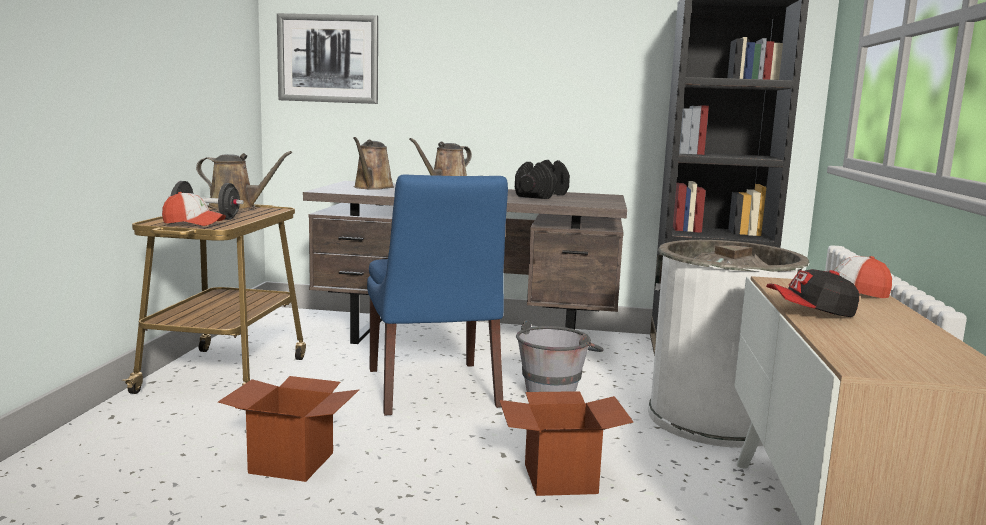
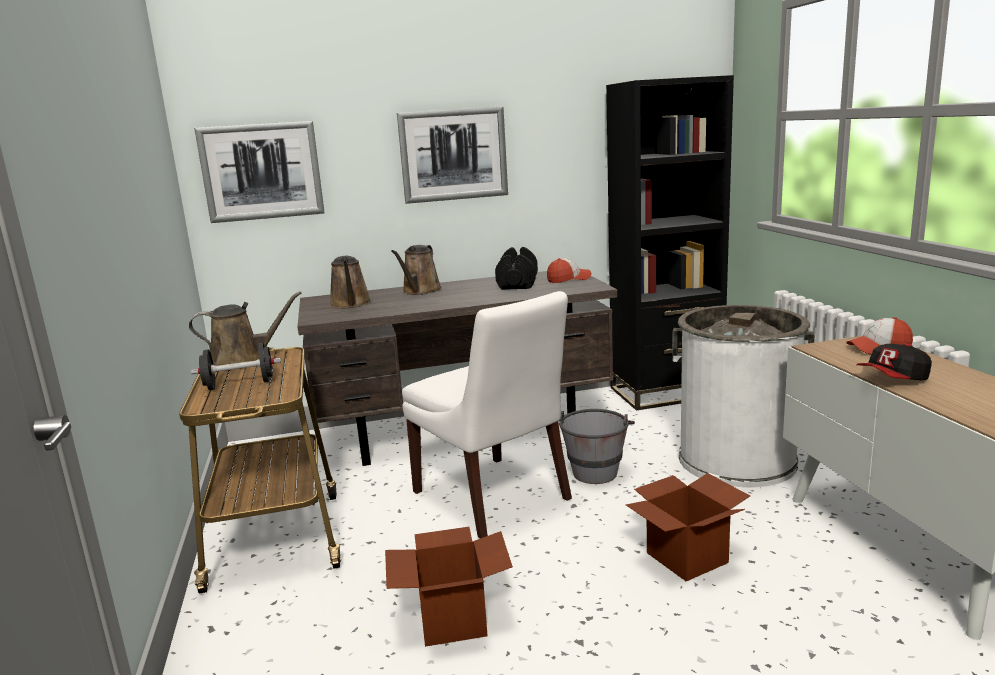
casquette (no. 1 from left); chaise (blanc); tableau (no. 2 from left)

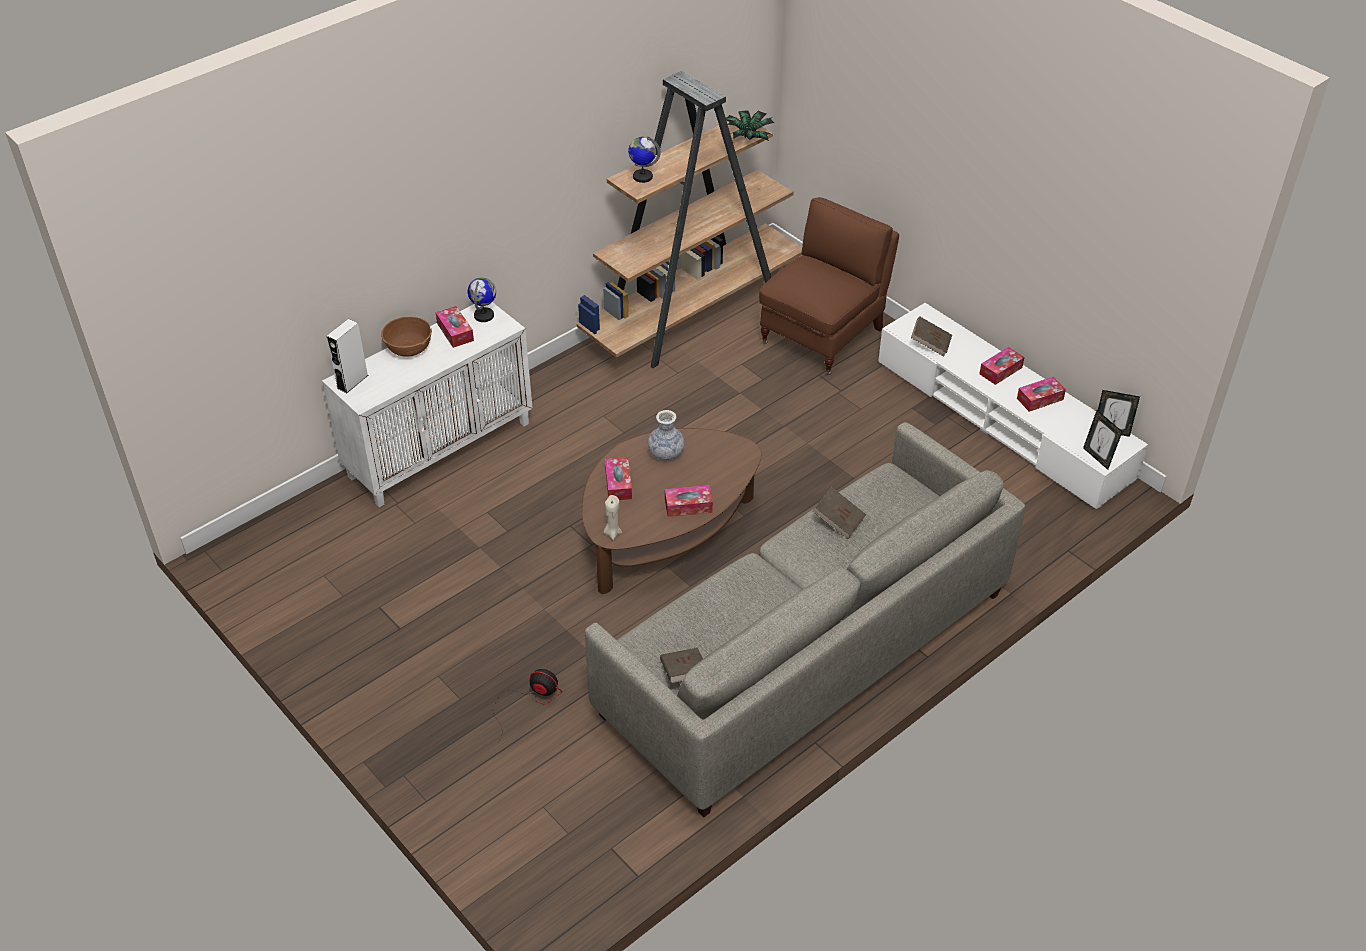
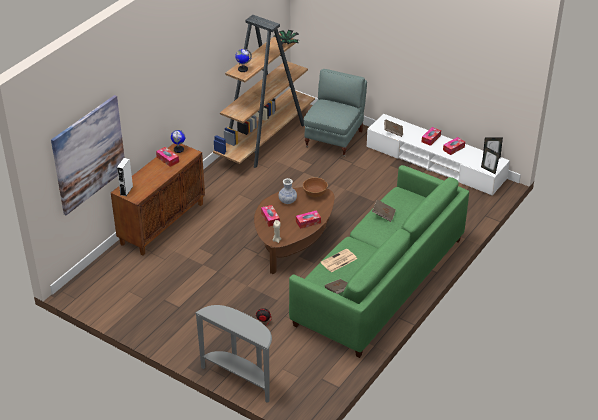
meuble de rangement (marron); bol (marron); canapé (vert); fauteuil (gris); tableau; table console (gris); journal

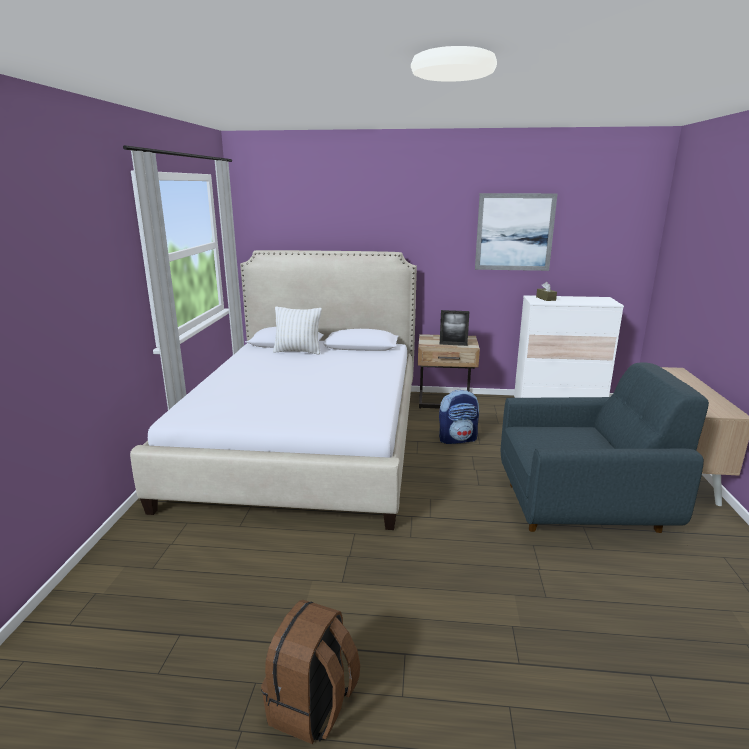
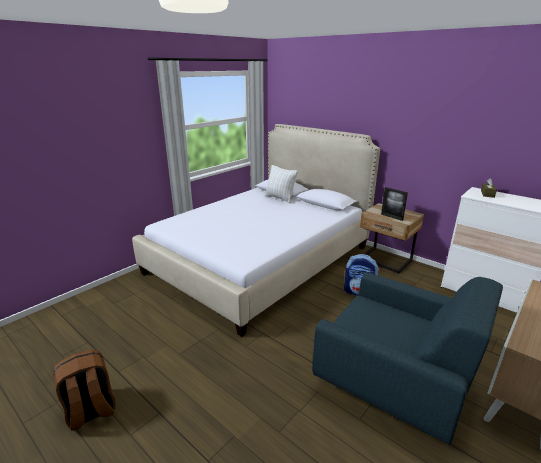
tableau

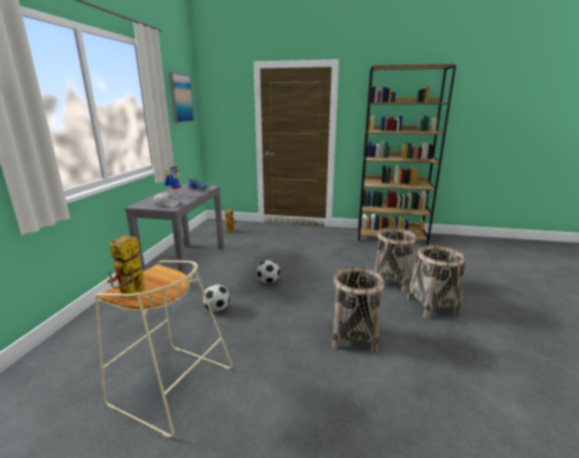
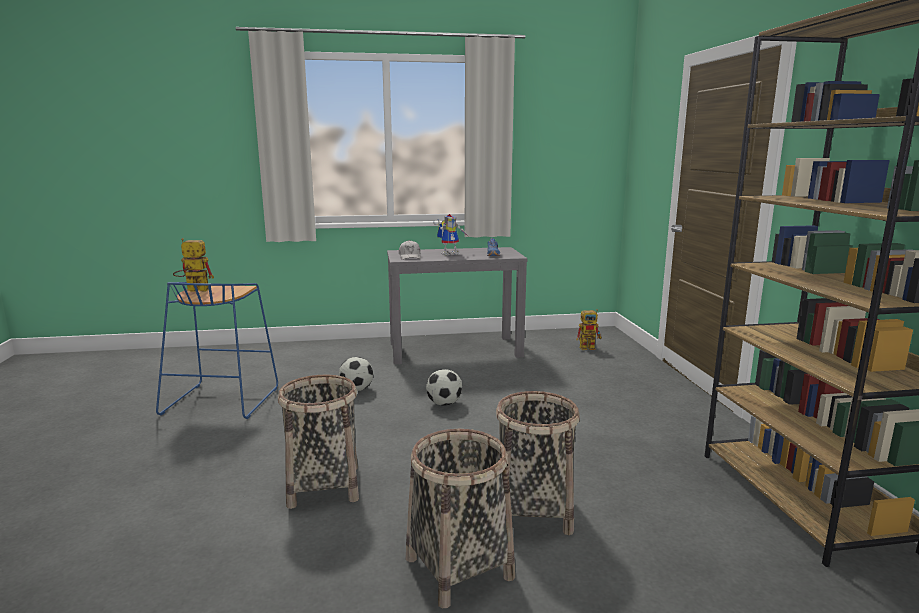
tabouret (bleu); tableau

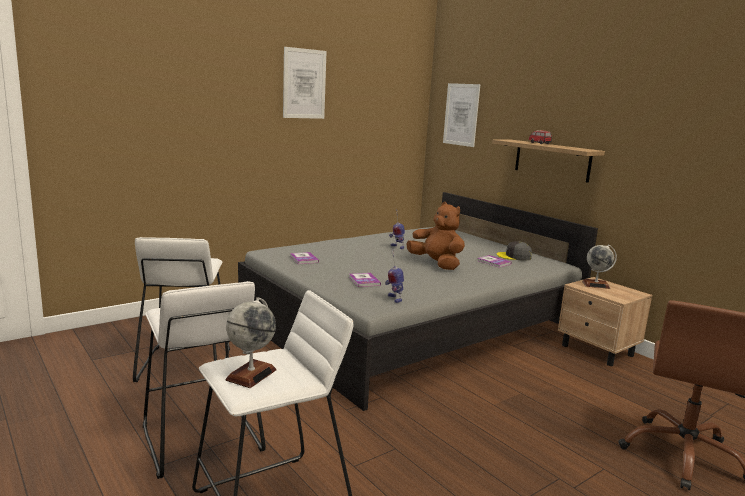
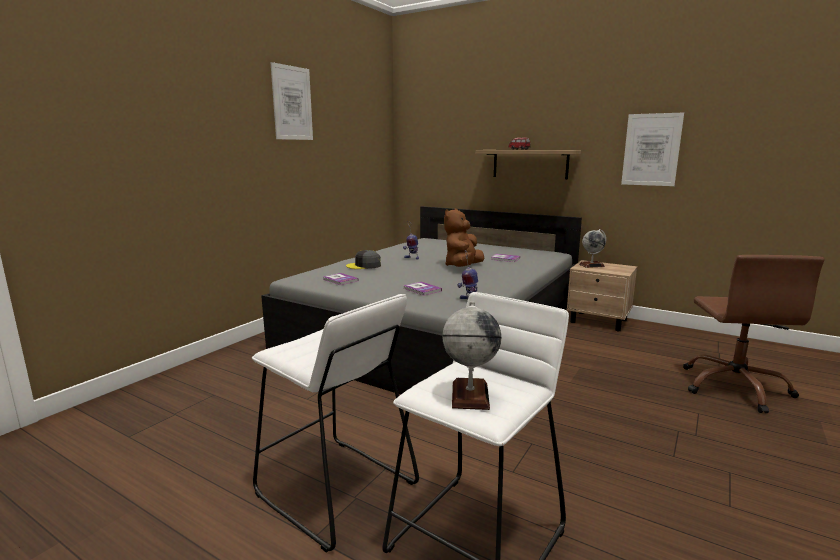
tabouret (blanc) (no. 1 from left in the first image); peluche (marron); tableau (no. 2 from left); casquette (gris)

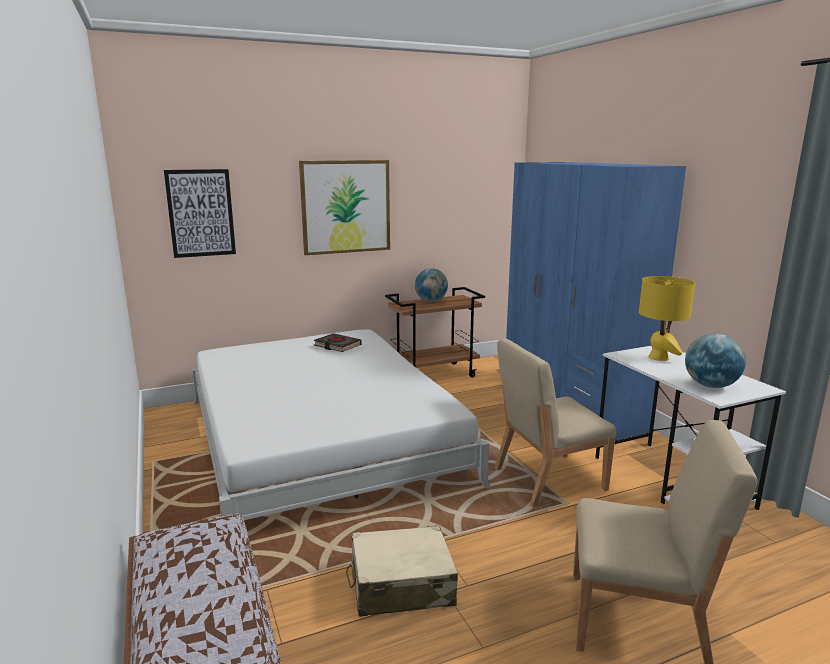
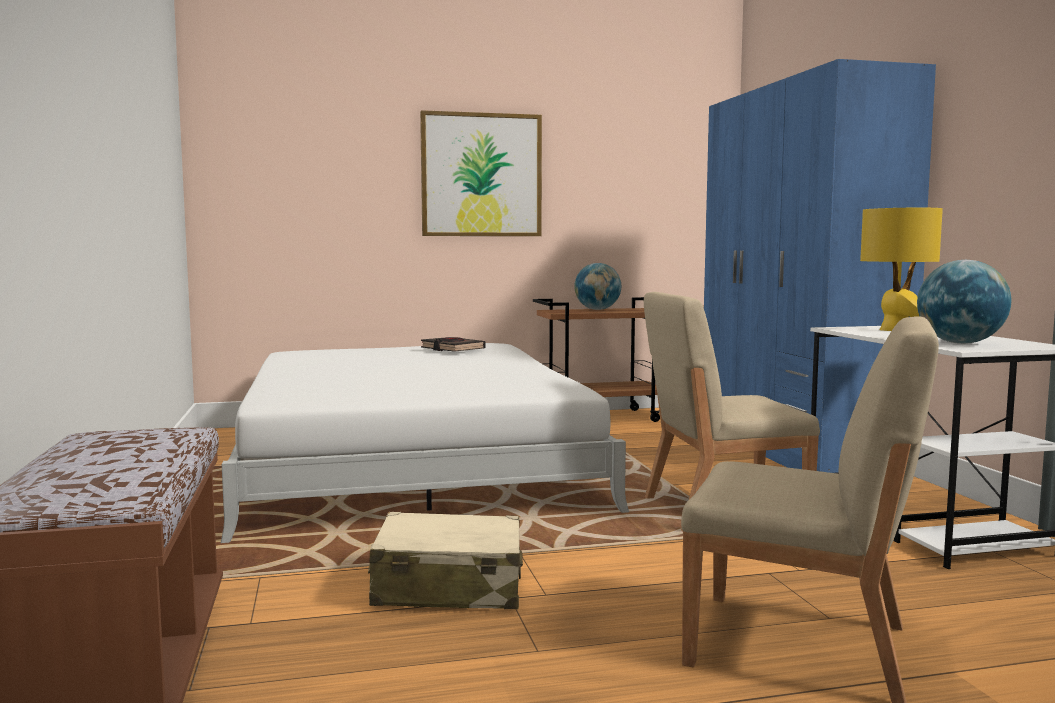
tableau (no. 1 from left in the first image)

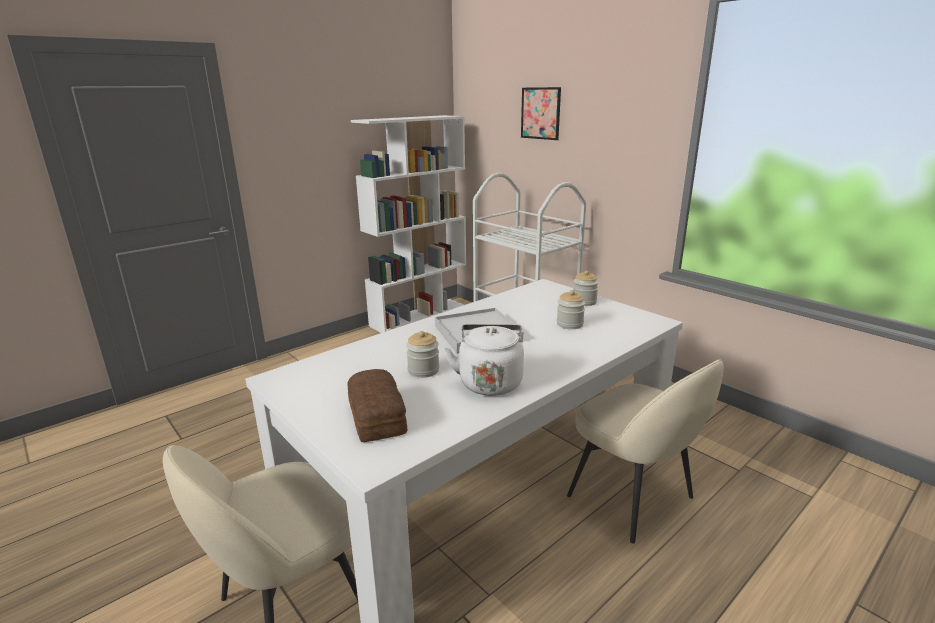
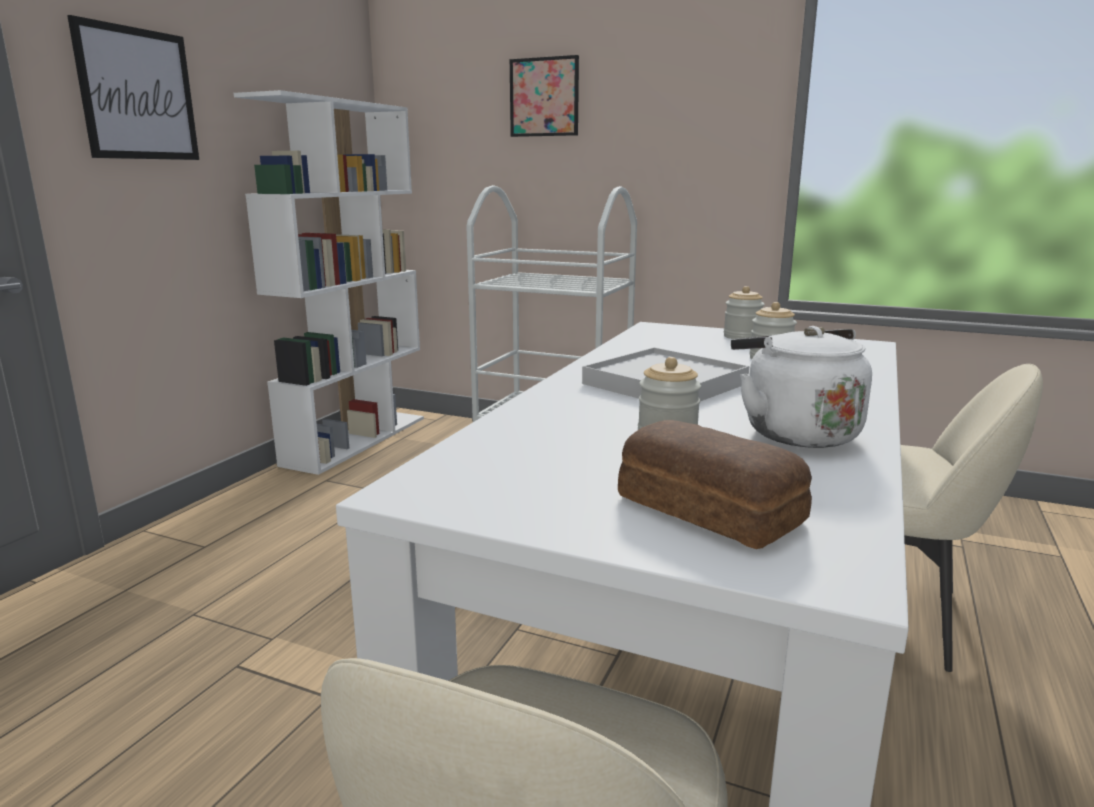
tableau (no. 1 from left)

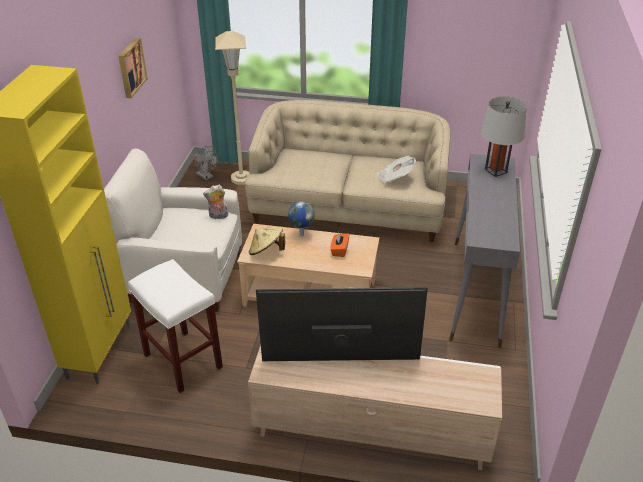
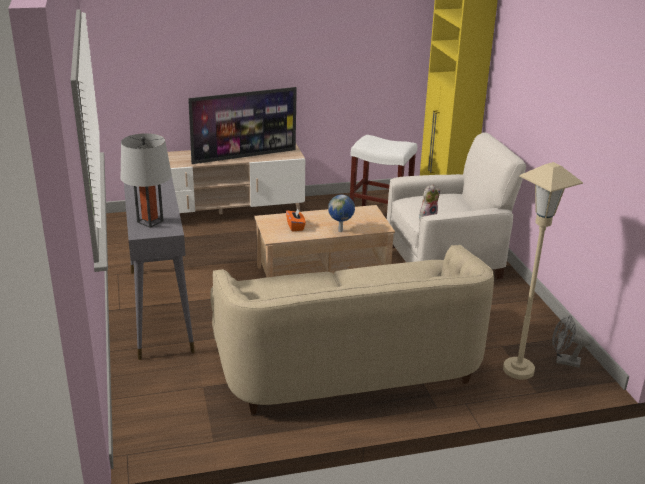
tableau; chapeau (beige); journal

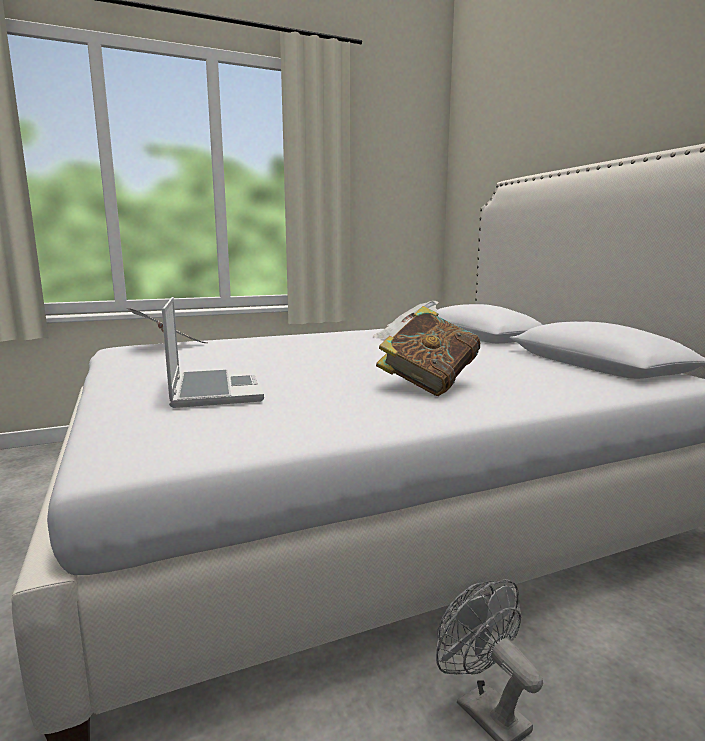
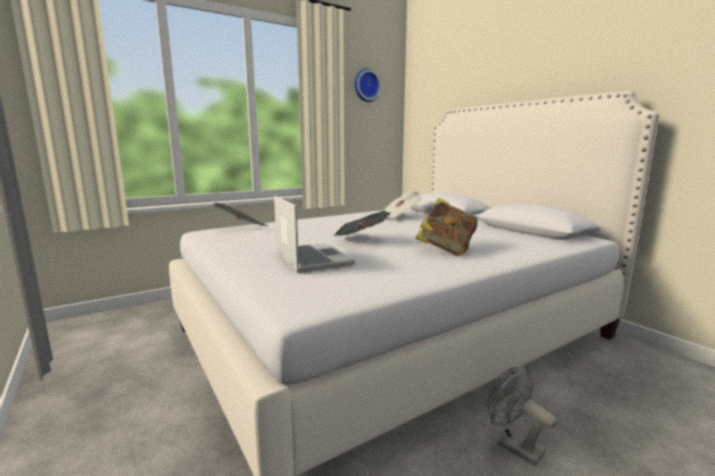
journal (no. 2 from left); horloge murale

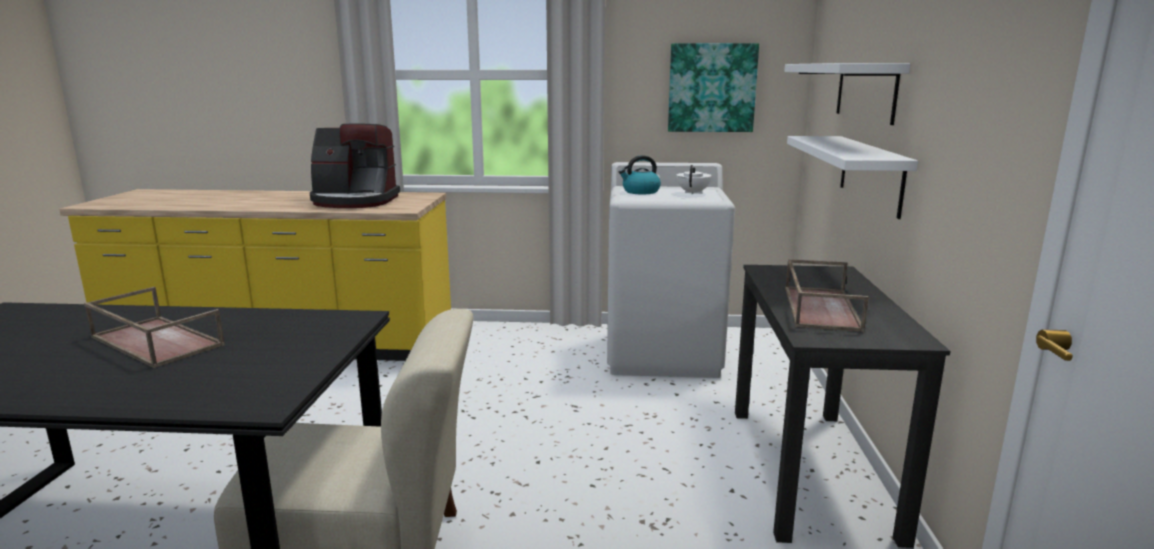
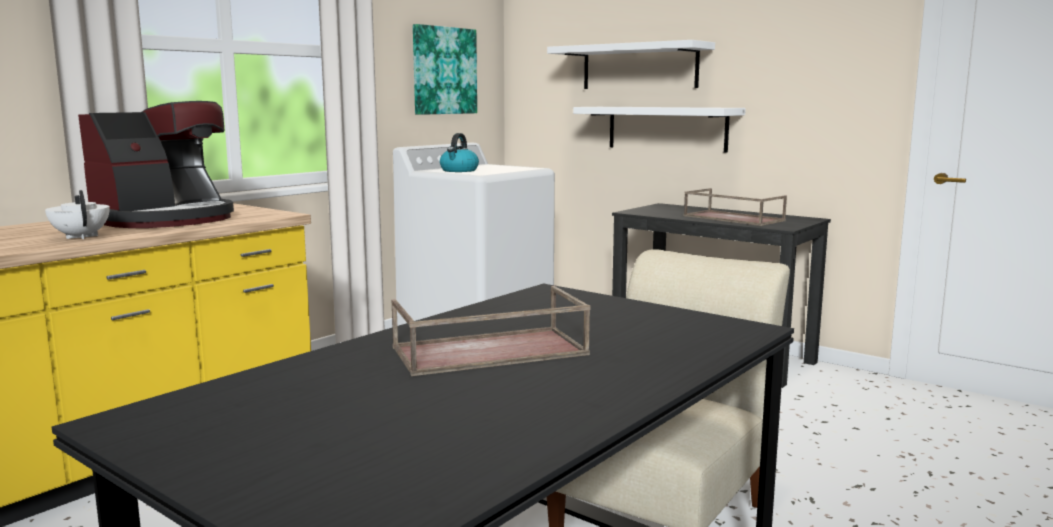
théière (blanc)

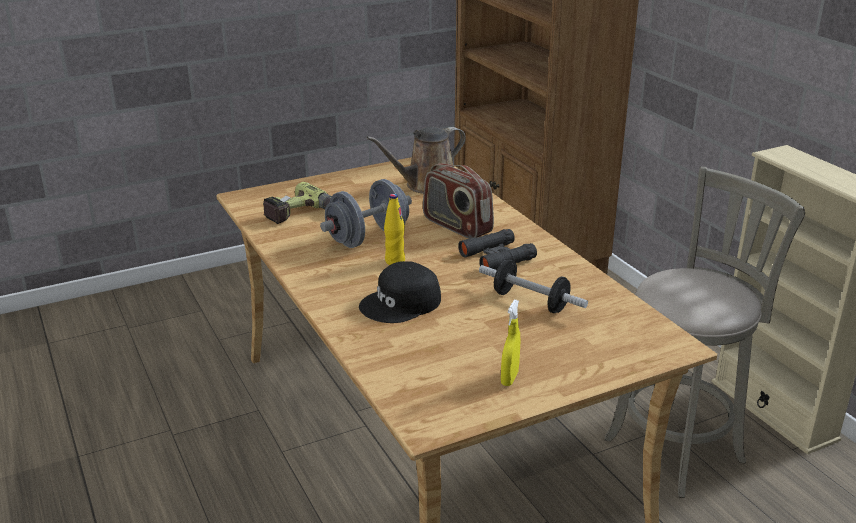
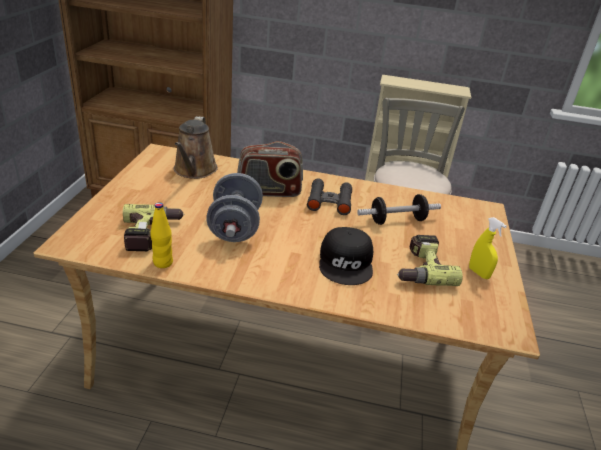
bouteille (jaune); perceuse (no. 2 from left)

